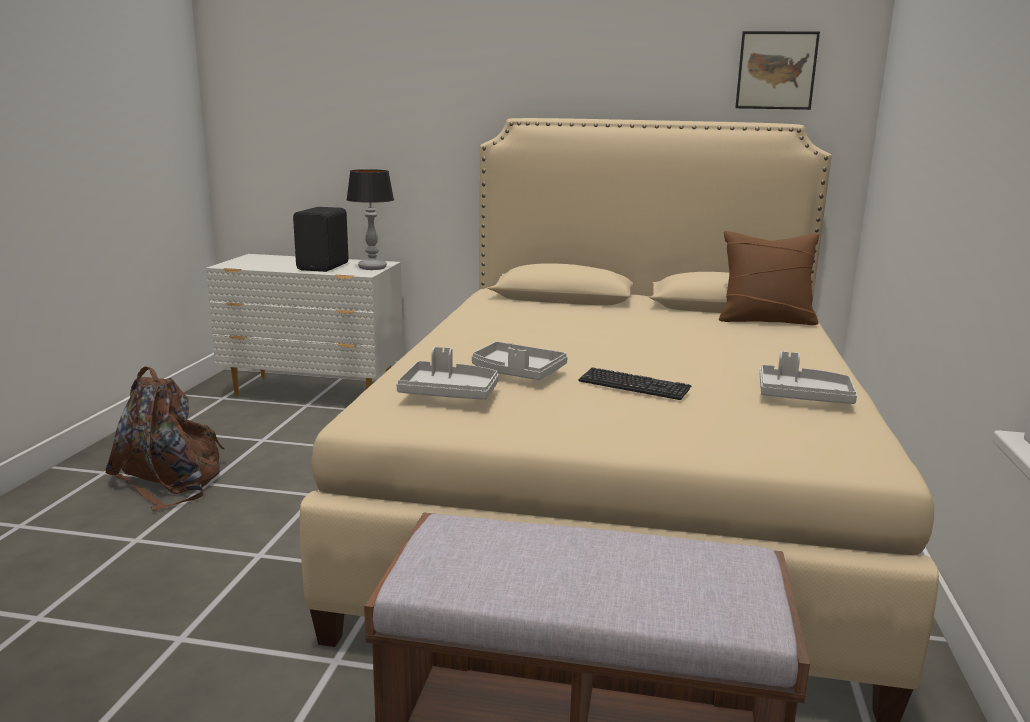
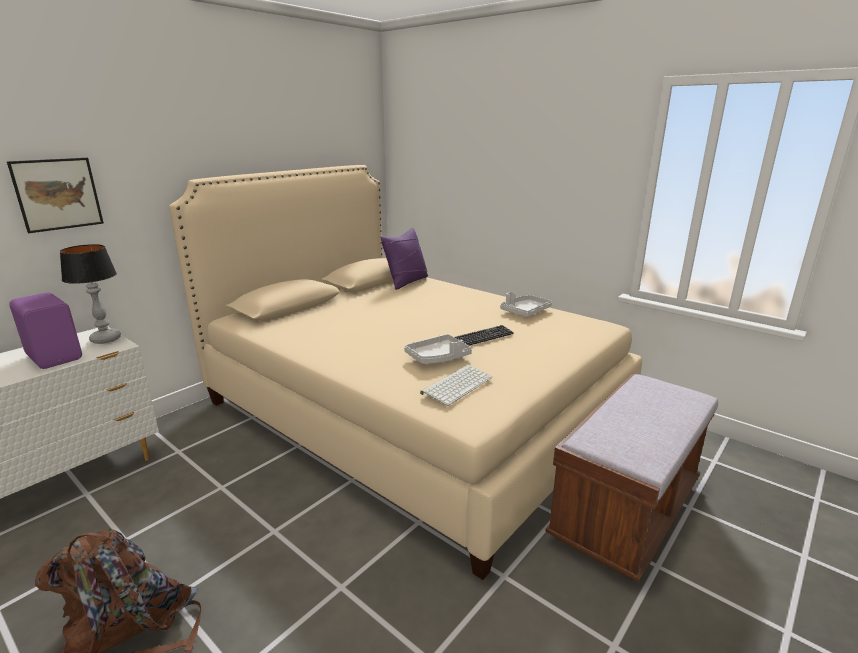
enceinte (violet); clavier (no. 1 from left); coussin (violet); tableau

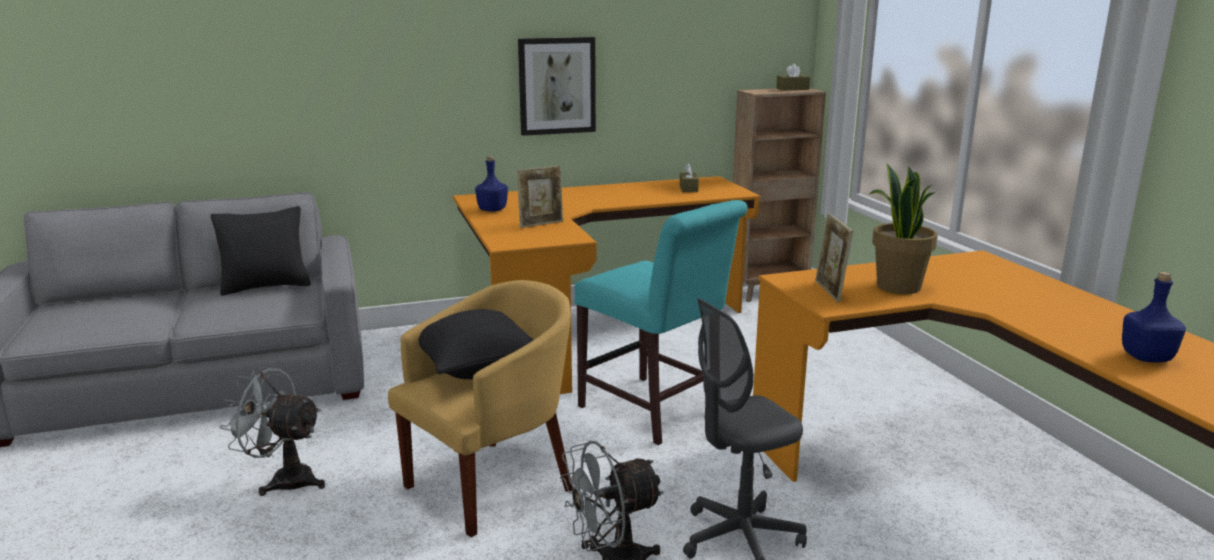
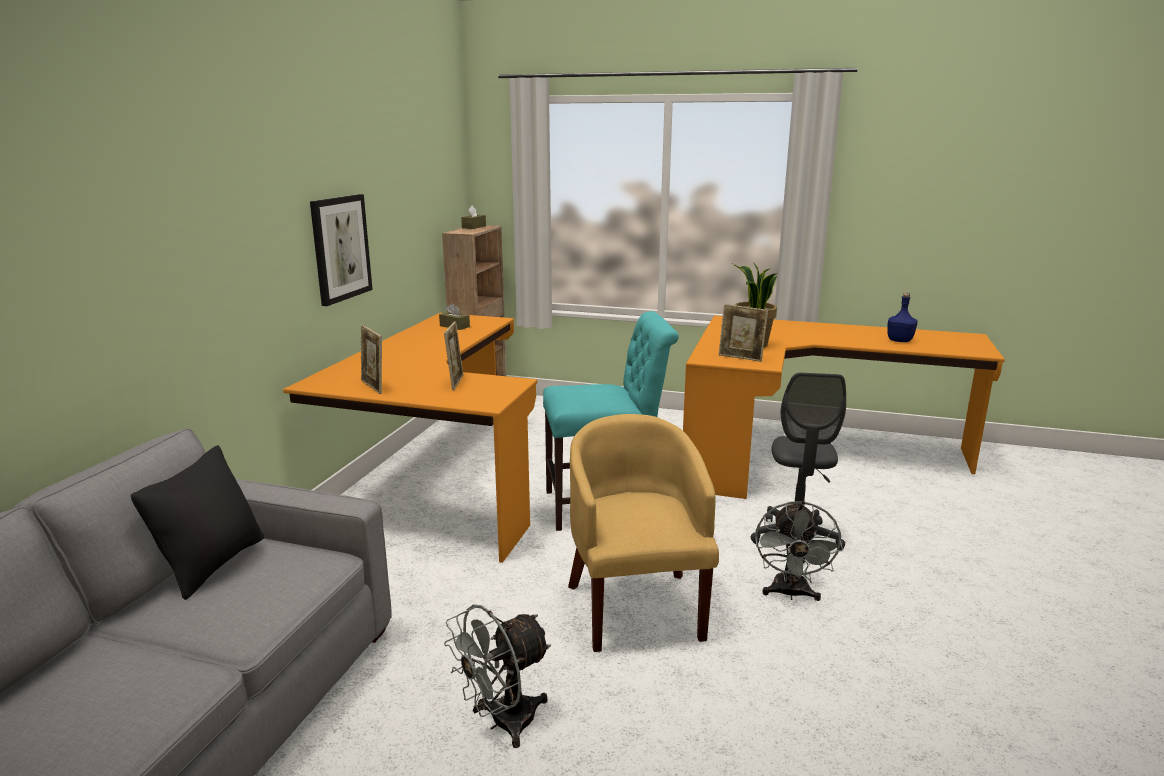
coussin (noir) (no. 2 from left in the first image); cadre photo (no. 1 from left)

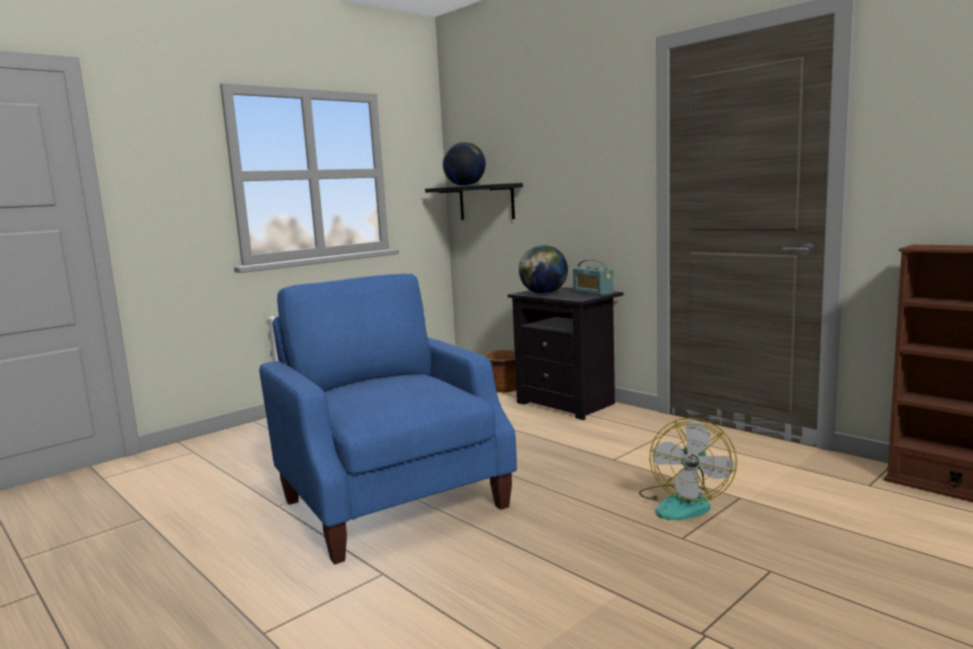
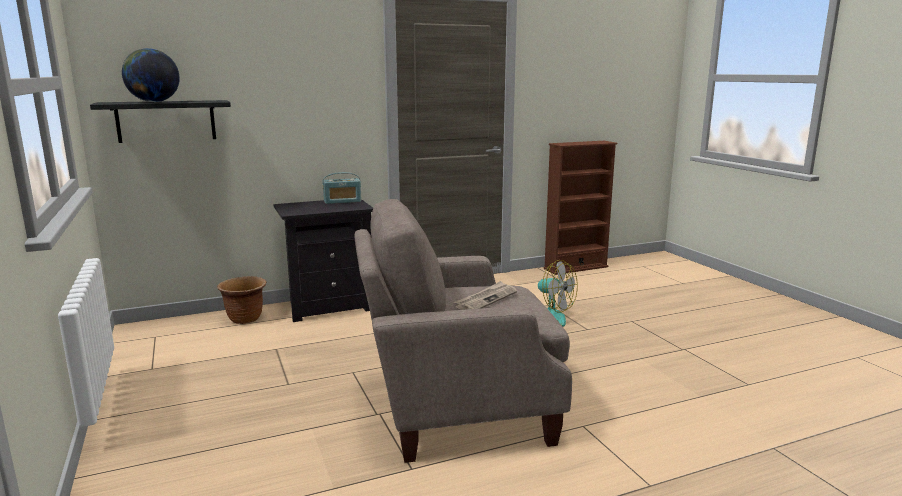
fauteuil (beige); globe (no. 2 from left in the first image); journal

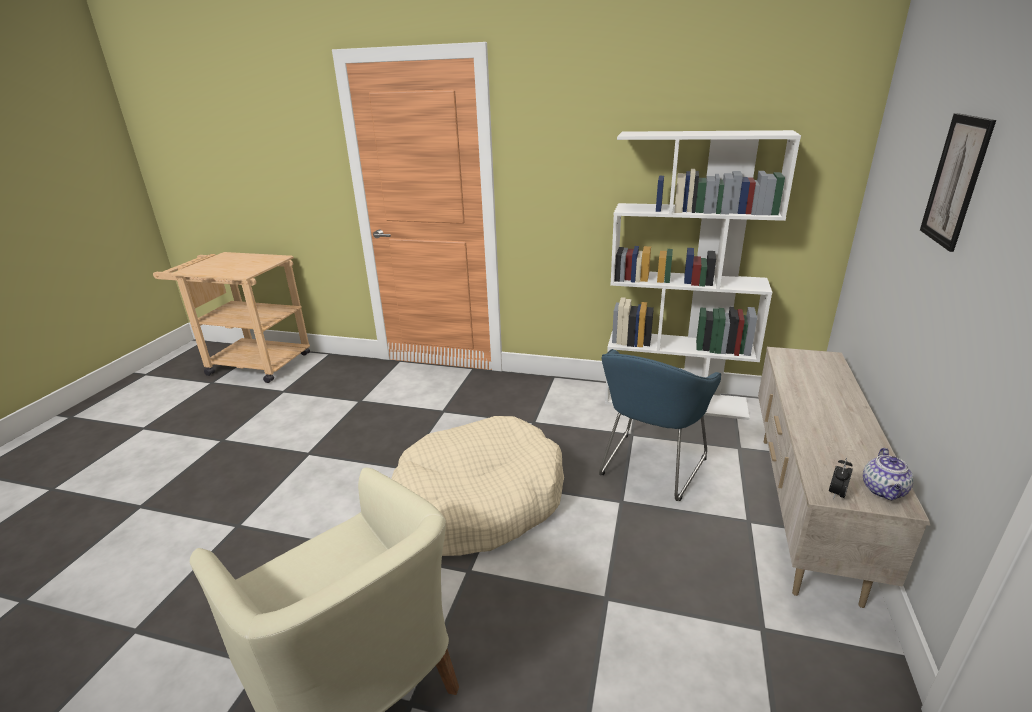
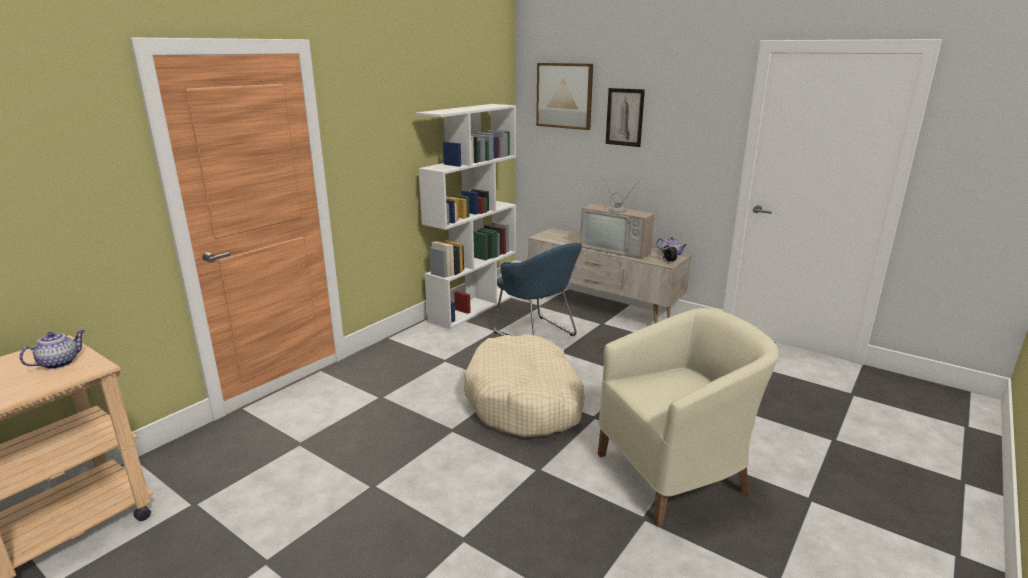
théière (no. 1 from left); tableau (no. 1 from left); téléviseur

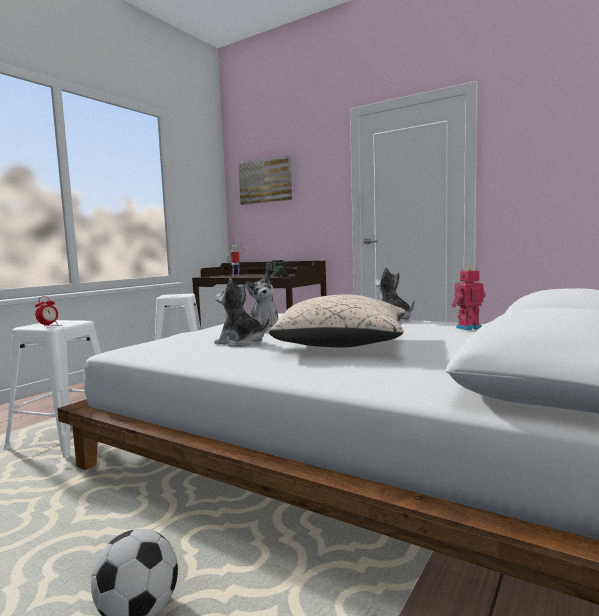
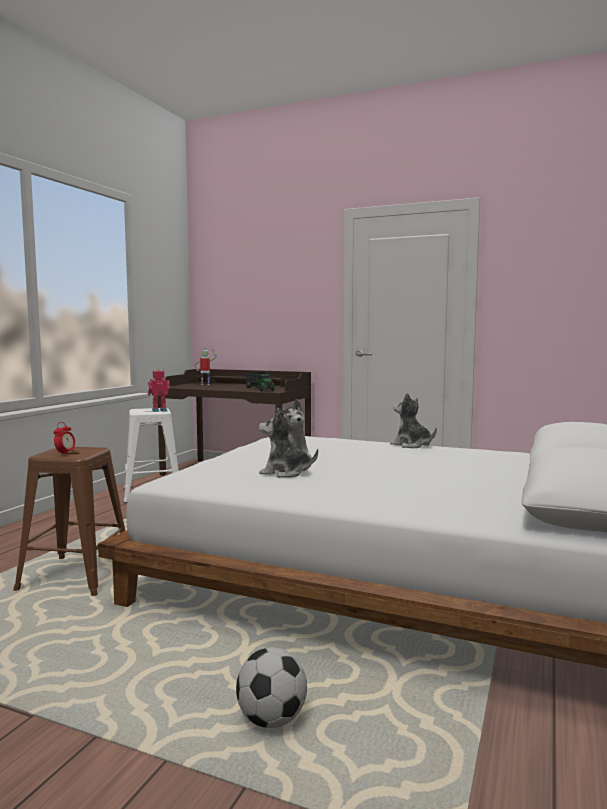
tabouret (marron); tableau; coussin (beige); robot jouet (no. 1 from left)

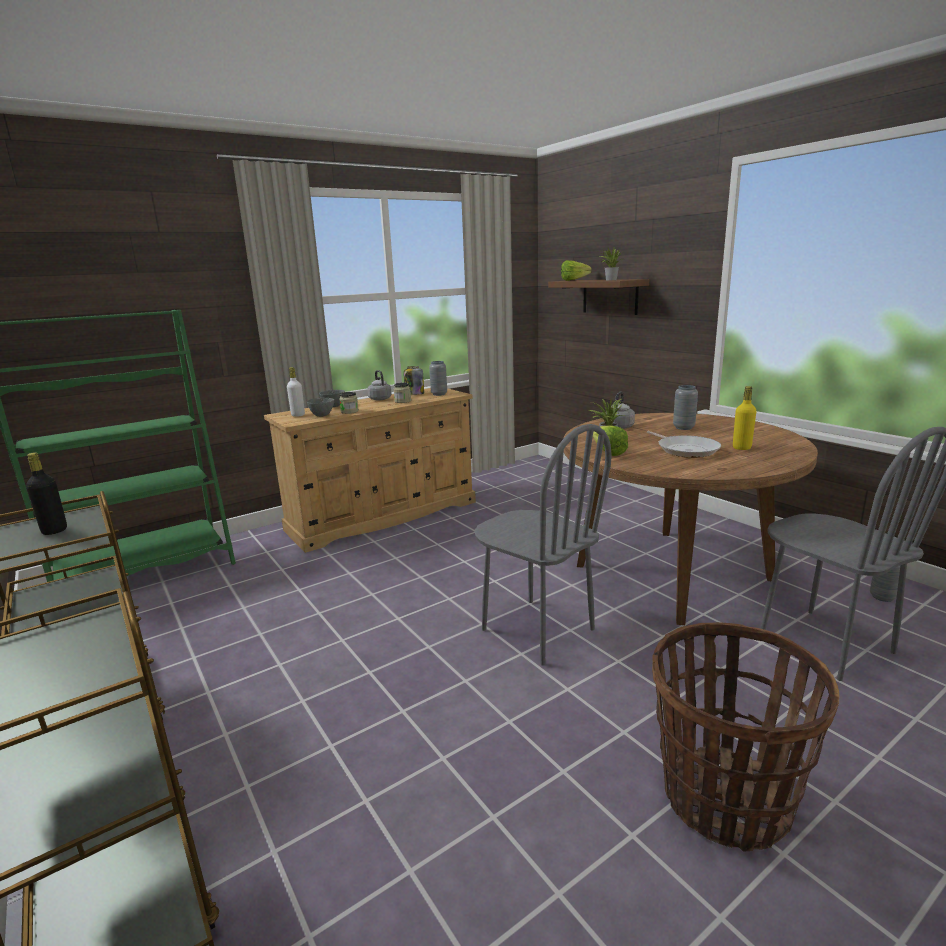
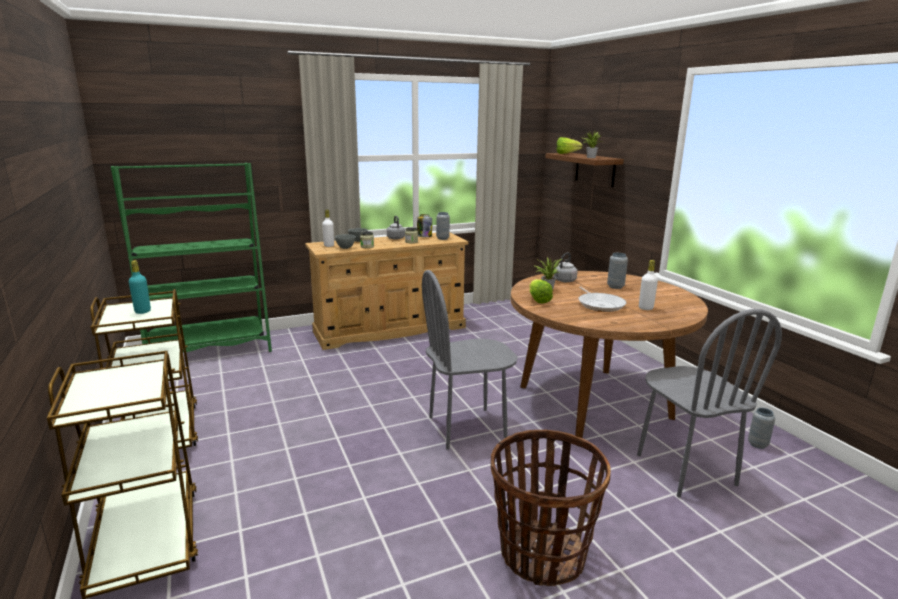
bouteille (turquoise); chaise (gris) (no. 1 from left); bouteille (blanc) (no. 2 from left)

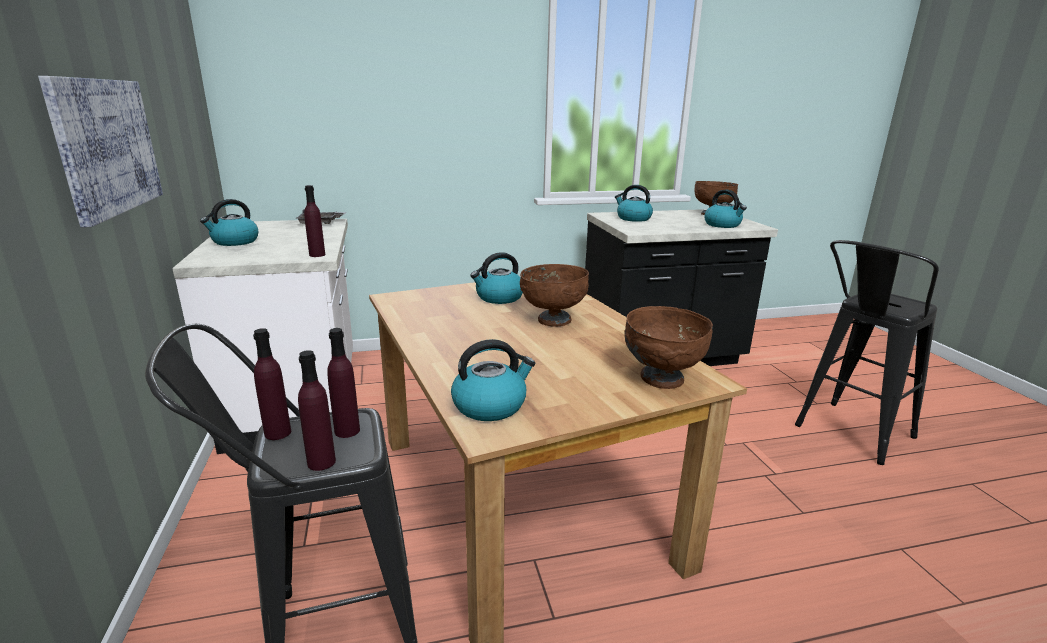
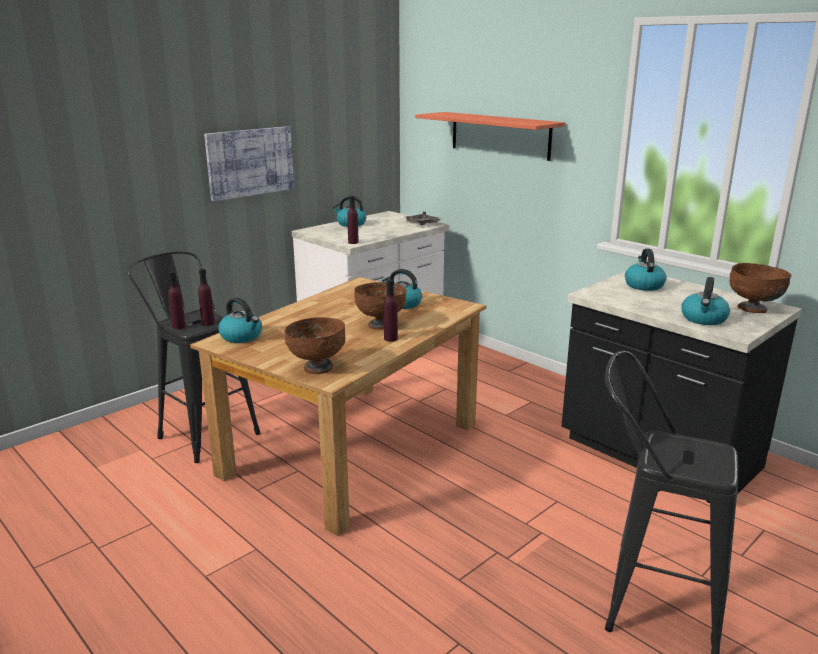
bouteille (violet) (no. 4 from left); étagère

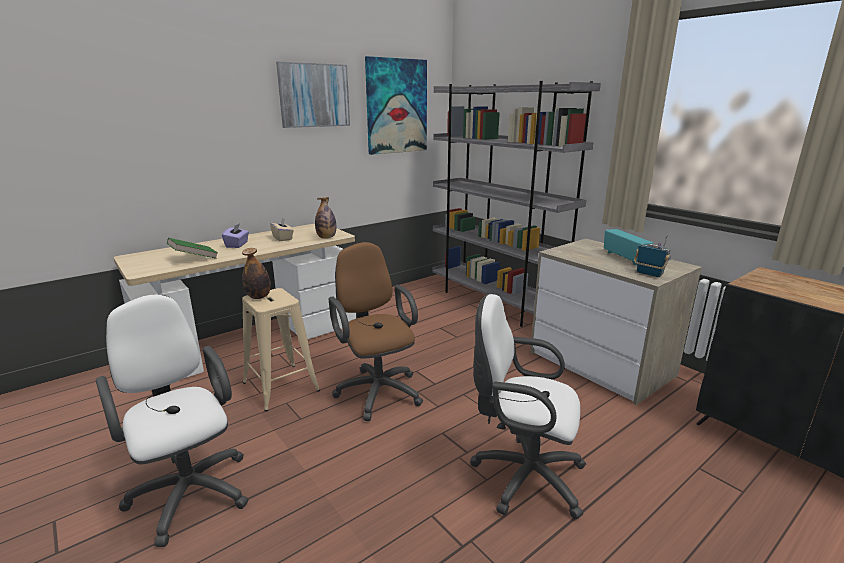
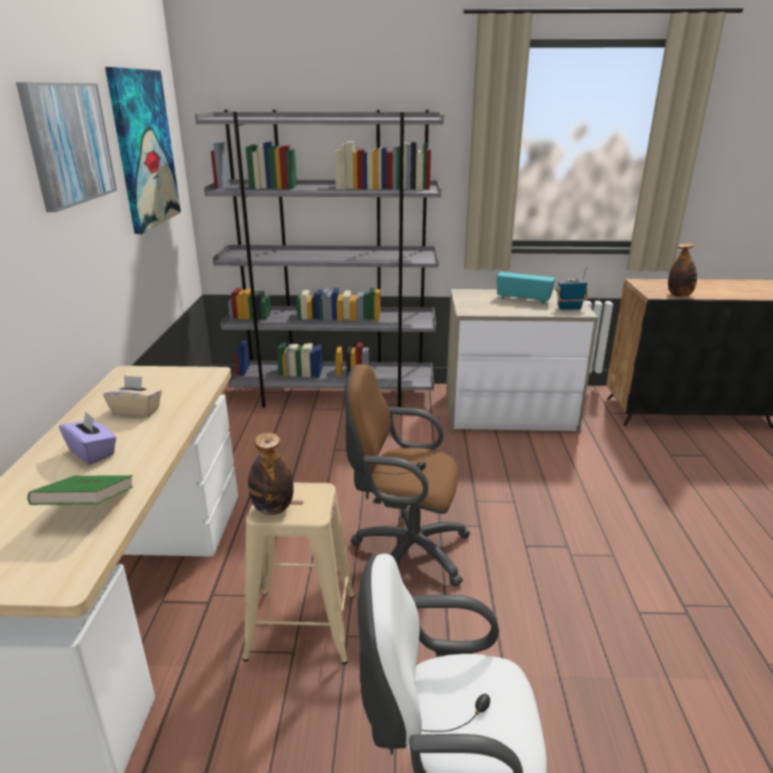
bouteille (no. 2 from left); chaise de bureau (blanc) (no. 2 from left in the first image)

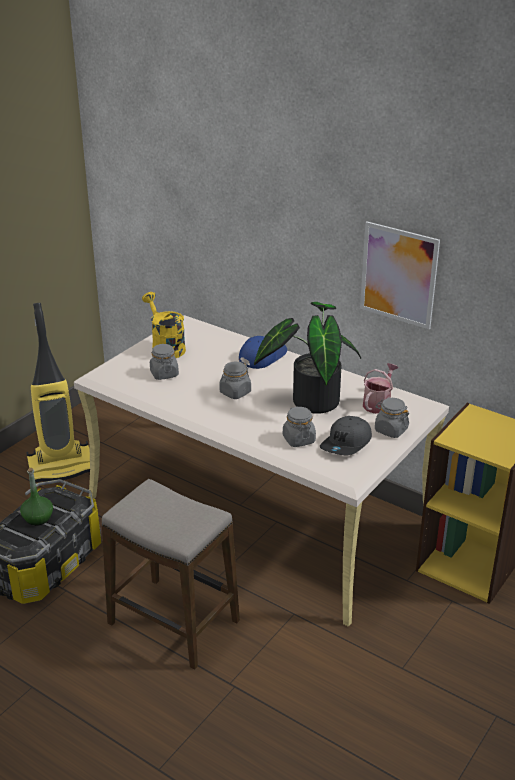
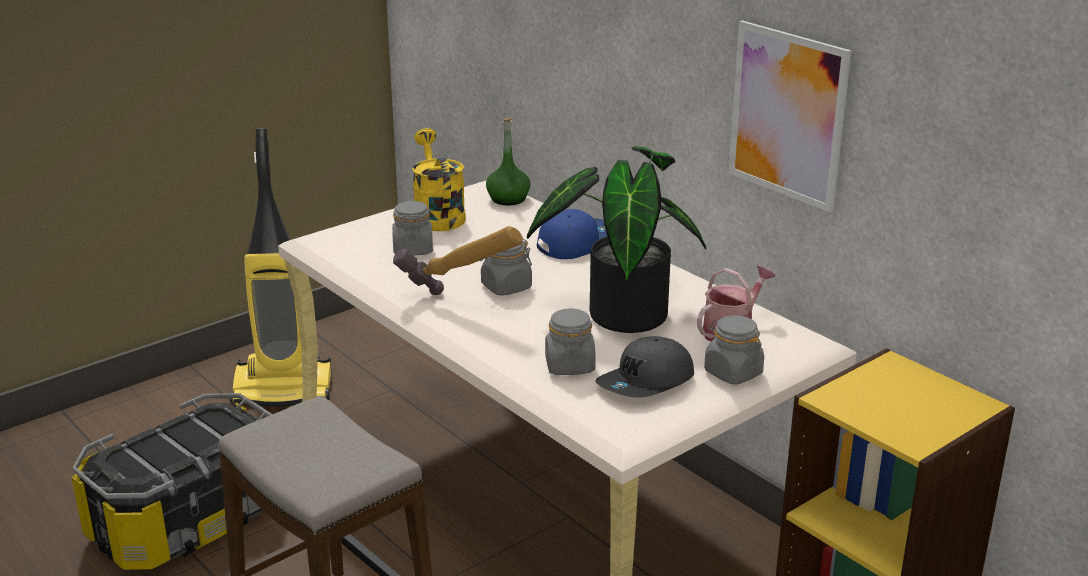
bouteille (vert); marteau

